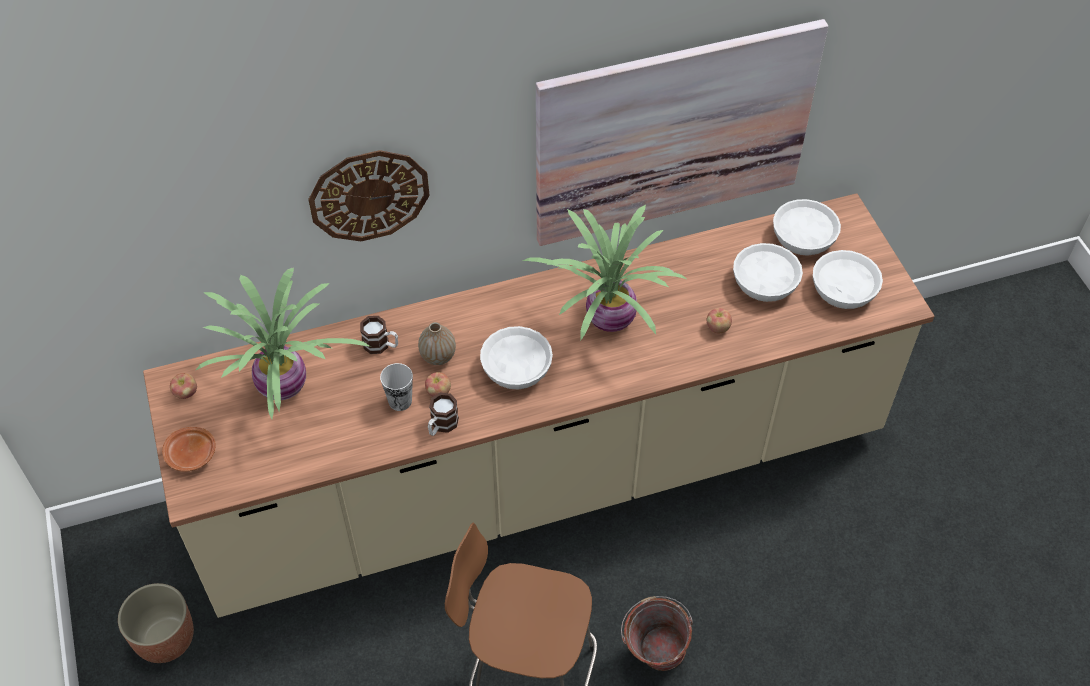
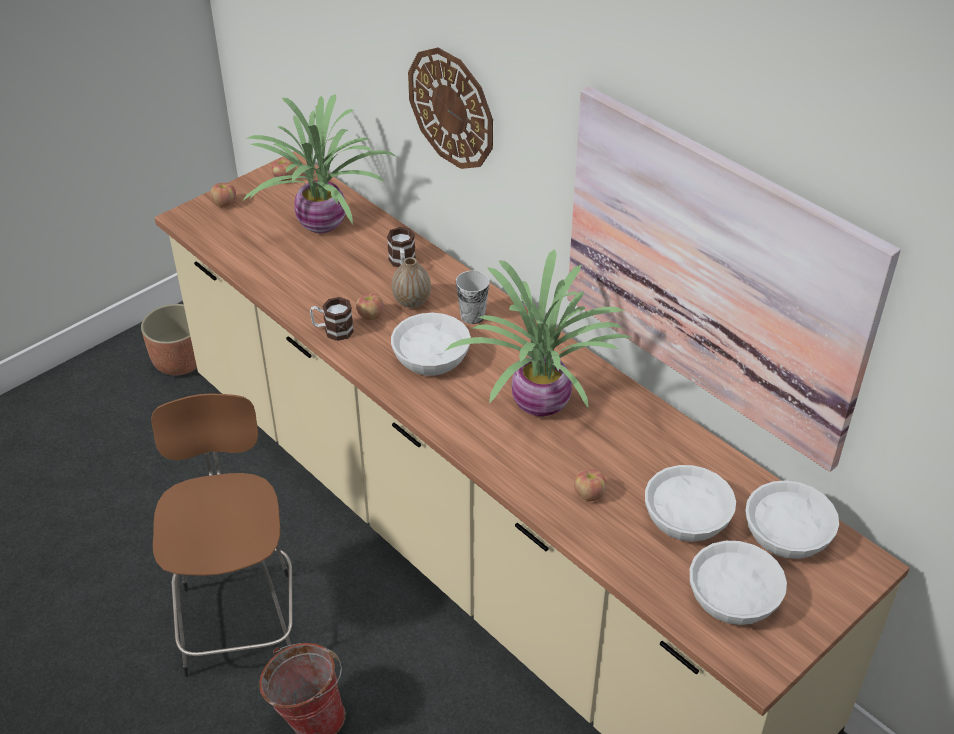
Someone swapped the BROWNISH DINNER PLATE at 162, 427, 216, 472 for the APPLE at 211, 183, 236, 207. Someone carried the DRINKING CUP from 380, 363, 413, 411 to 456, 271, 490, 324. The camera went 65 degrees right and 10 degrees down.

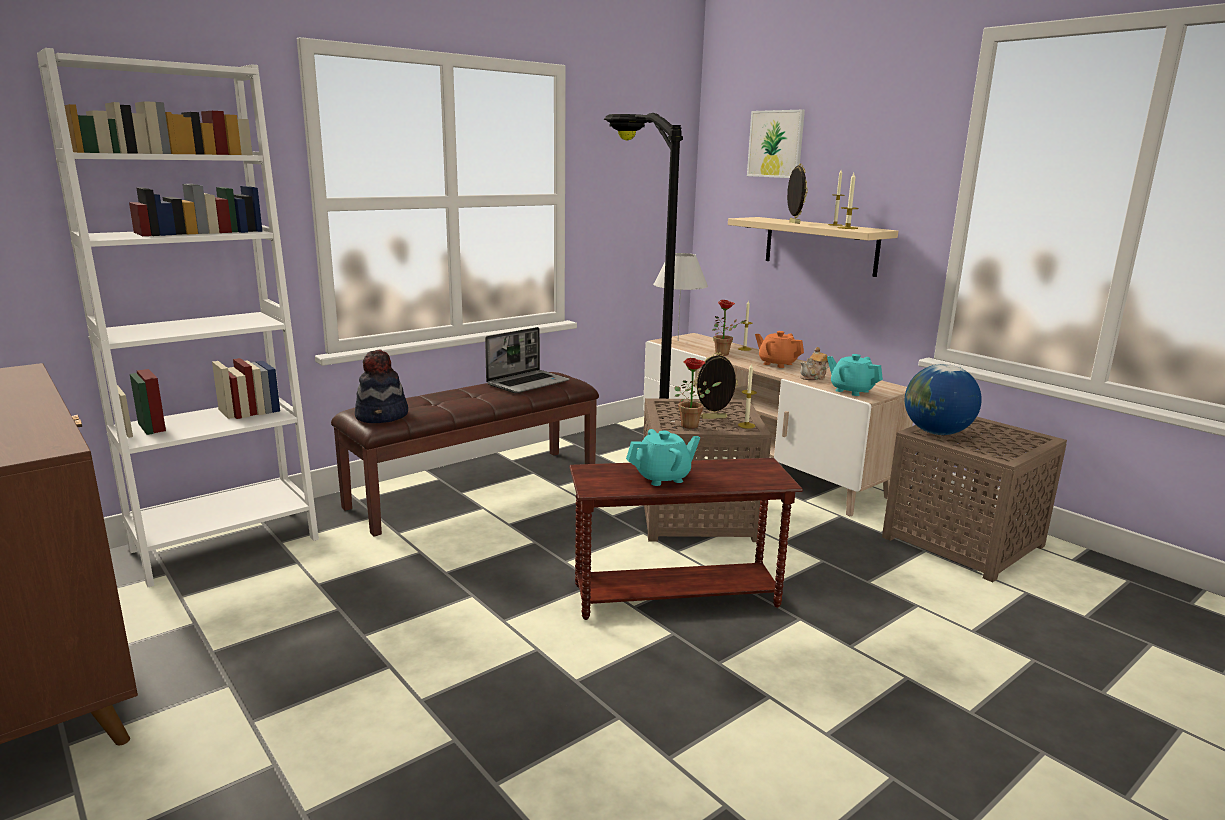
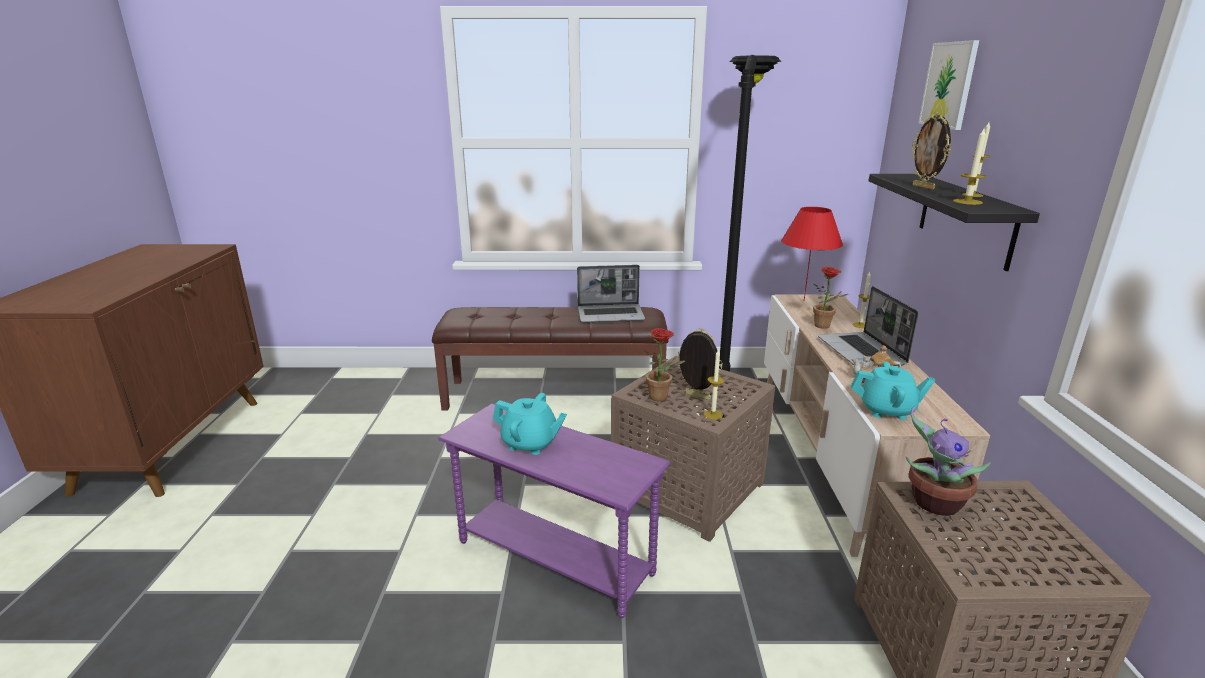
Someone repainted the BROWNISH ACCENT TABLE at 569, 458, 803, 620, which became the PURPLISH ACCENT TABLE at 438, 404, 671, 618. Someone repainted the WHITE TABLE LAMP at 653, 253, 708, 338, which became the RED TABLE LAMP at 781, 207, 843, 301. Someone swapped the ORANGEY TEAPOT at 755, 331, 804, 368 for the PORTABLE COMPUTER at 818, 286, 918, 366. Someone rotated the BLUE-GREEN TEAPOT at 827, 354, 883, 396 by 105 degrees clockwise. Someone repainted the BEIGE BRACKET SHELF at 728, 217, 898, 277, which became the BLACK-COLOURED BRACKET SHELF at 869, 174, 1040, 271. Someone swapped the GLOBE at 905, 364, 982, 435 for the HOUSEPLANT at 906, 407, 991, 516. Someone rotated the PHOTO FRAME at 787, 163, 808, 224 by 135 degrees clockwise. Someone took away the WHITE SHELVING UNIT at 37, 48, 319, 587. Someone took away the HAT at 355, 349, 408, 423. The camera went 40 degrees right and 5 degrees up.

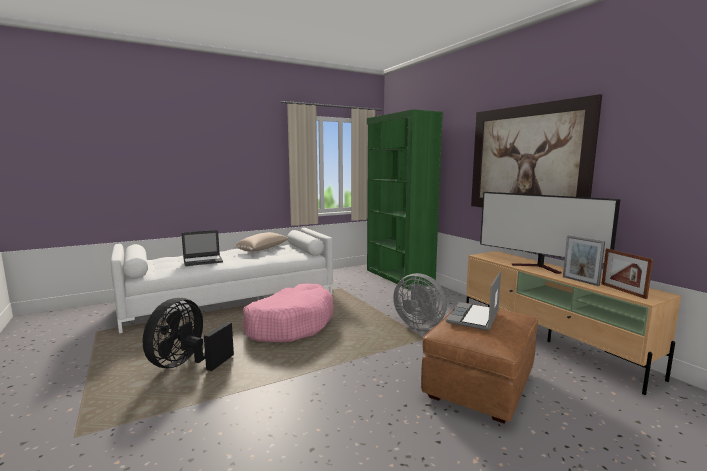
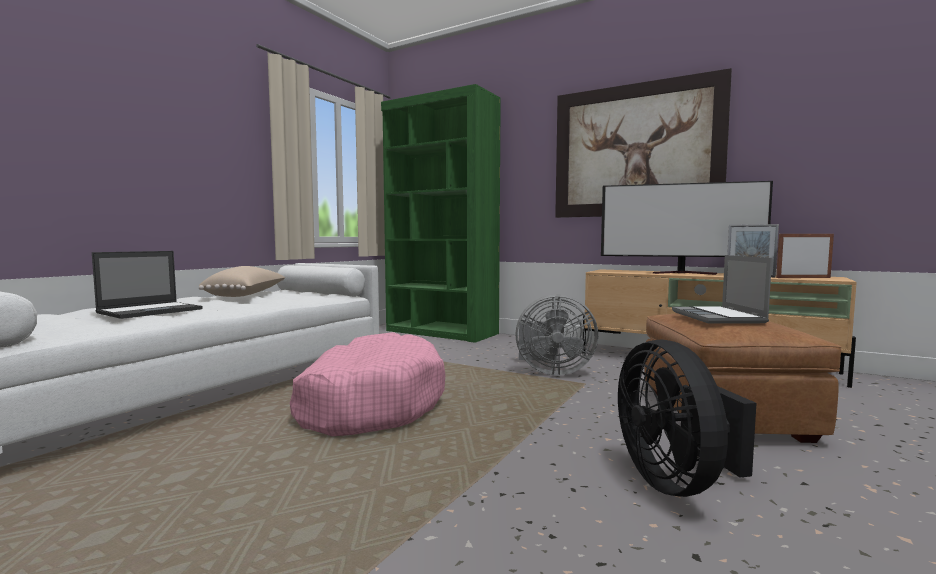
Someone carried the BLACK-COLOURED COOLING FAN from 143, 298, 234, 371 to 618, 340, 756, 497. Someone rotated the PHOTO FRAME at 602, 249, 653, 299 by 135 degrees clockwise. The camera went 30 degrees left and 5 degrees down.

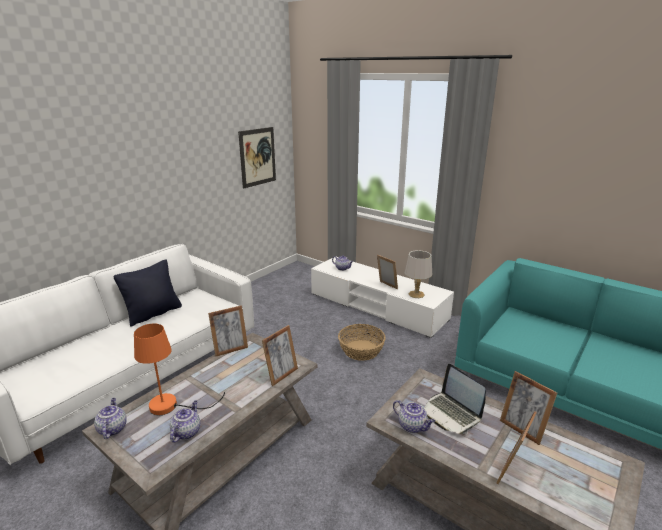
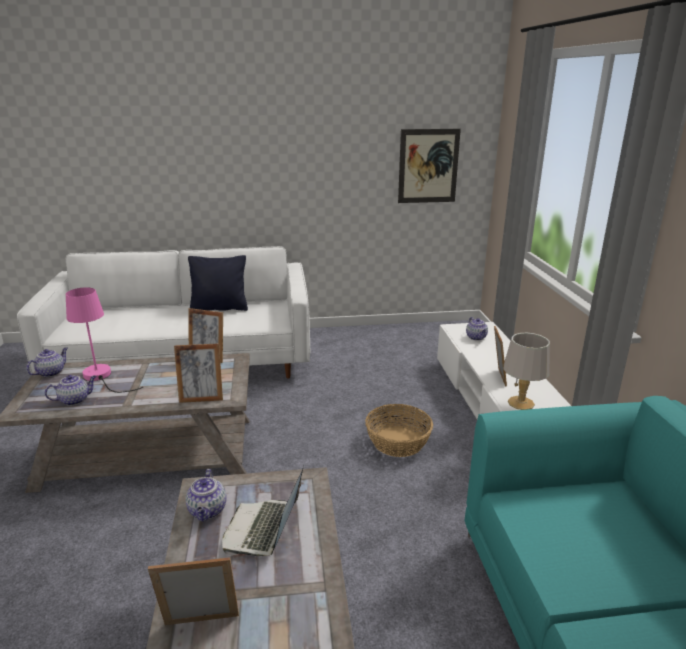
Someone repainted the ORANGEY TABLE LAMP at 134, 324, 225, 415, which became the PINKISH TABLE LAMP at 66, 287, 143, 393. Someone took away the PHOTO FRAME at 500, 371, 557, 445. The camera went 45 degrees right and 0 degrees up.

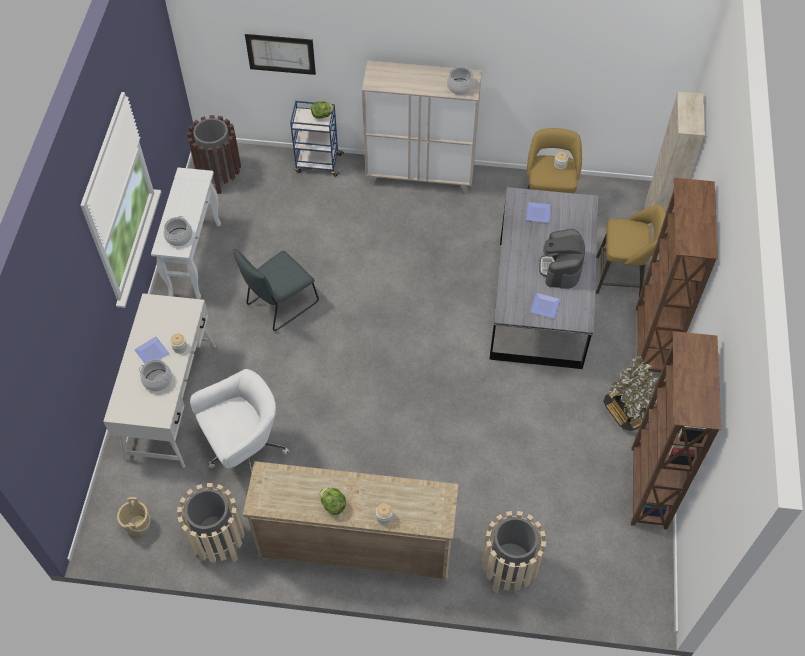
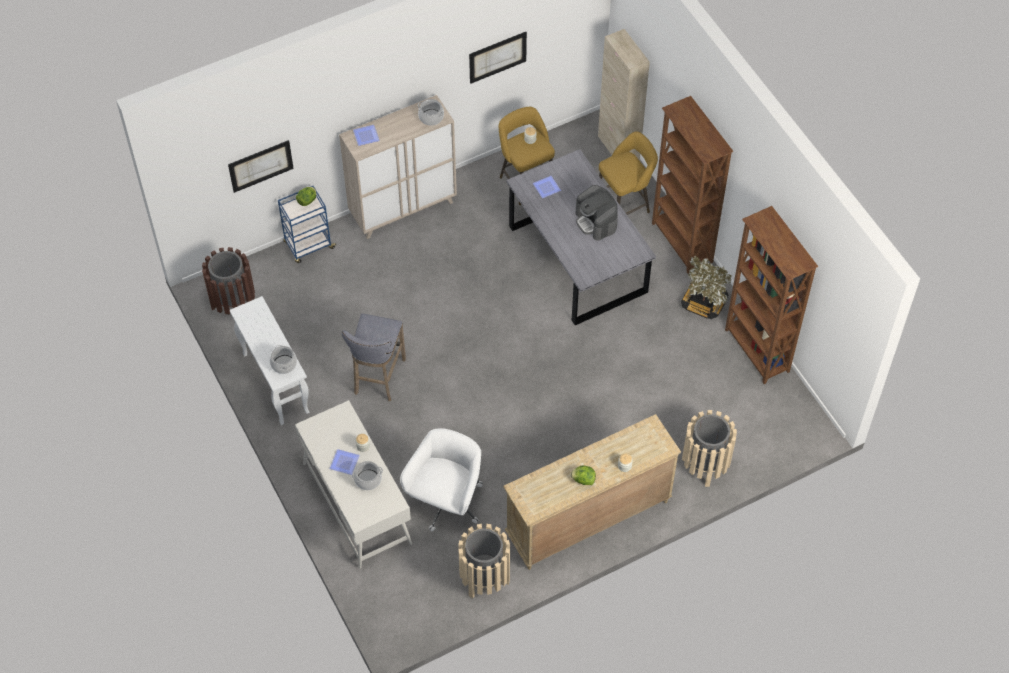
Someone swapped the GRAY UPRIGHT CHAIR at 233, 249, 319, 331 for the GRAY STOOL SEAT at 342, 313, 406, 401. Someone carried the DINNER PLATE from 530, 293, 560, 318 to 353, 125, 380, 146. Someone put up the PICTURE at 469, 32, 527, 84. Someone took away the BEIGE PAIL at 117, 497, 151, 537. The camera went 35 degrees left and 0 degrees up.

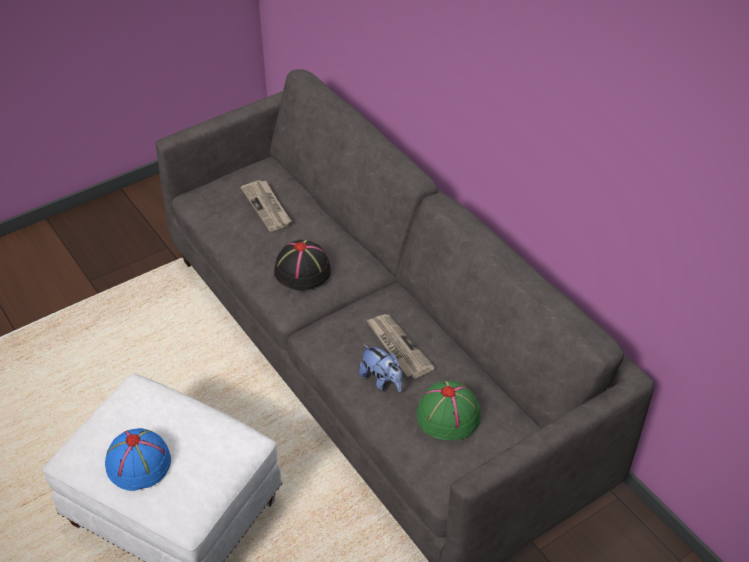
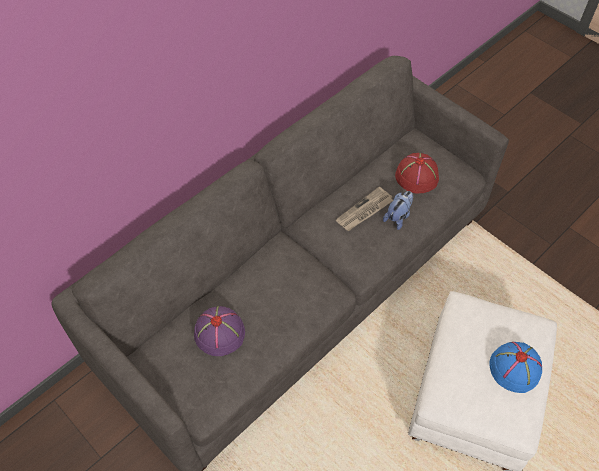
Someone swapped the NEWSPAPER at 241, 180, 291, 232 for the PURPLISH HAT at 194, 306, 245, 356. Someone repainted the GREENISH HAT at 417, 381, 481, 440, which became the RED HAT at 395, 153, 439, 194. Someone took away the BLACK-COLOURED HAT at 274, 240, 331, 290. The camera went 100 degrees left and 10 degrees up.

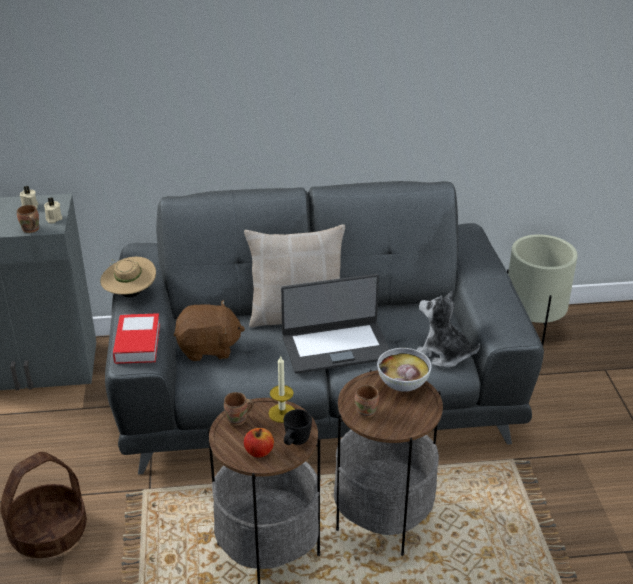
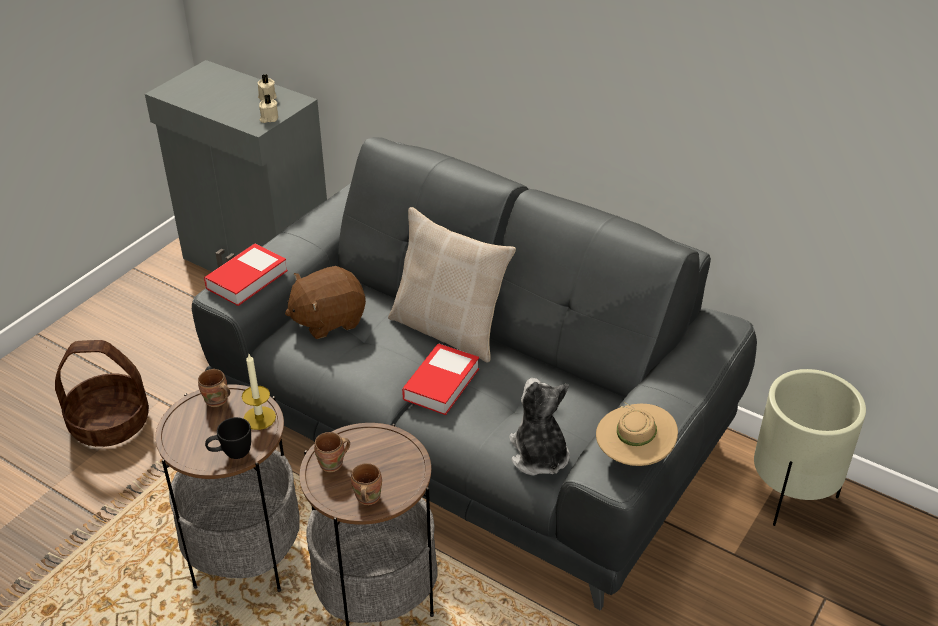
Someone rotated the BROWNISH PLUSH TOY at 174, 300, 245, 361 by 120 degrees clockwise. Someone carried the BROWNISH COFFEE MUG from 17, 205, 39, 233 to 351, 463, 382, 505. Someone swapped the PORTABLE COMPUTER at 281, 274, 390, 374 for the BOOK at 402, 344, 479, 415. Someone carried the BEIGE HAT from 100, 257, 156, 297 to 596, 402, 678, 466. Someone took away the APPLE at 244, 428, 274, 458. Someone took away the BOWL at 377, 348, 431, 392. The camera went 40 degrees right and 5 degrees up.

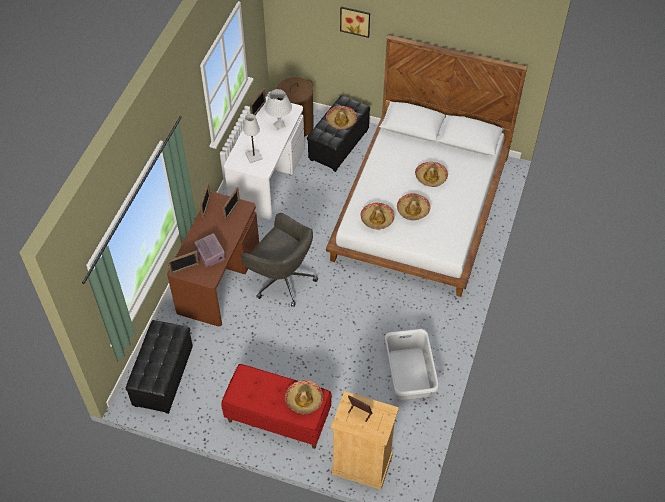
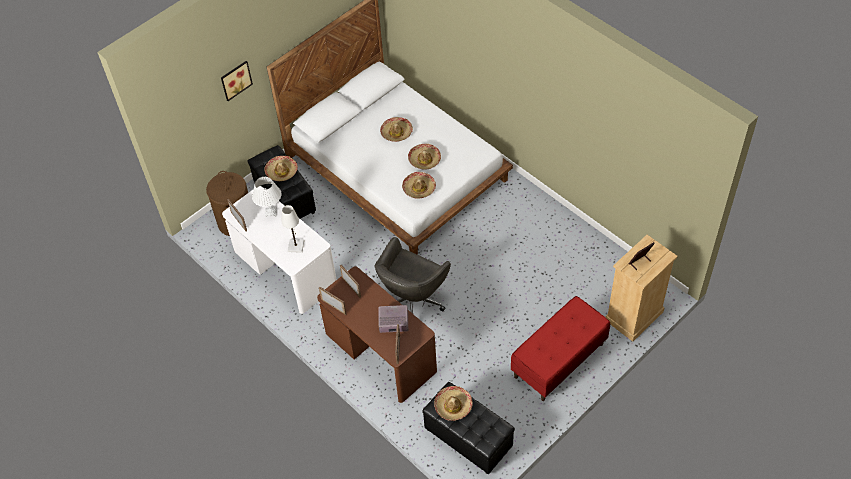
Someone rotated the GRAY DESK CHAIR at 241, 213, 318, 307 by 150 degrees clockwise. Someone carried the HAT from 285, 380, 323, 414 to 434, 386, 473, 421. Someone took away the GRAY LAUNDRY BASKET at 384, 329, 439, 400. The camera went 60 degrees left and 0 degrees up.

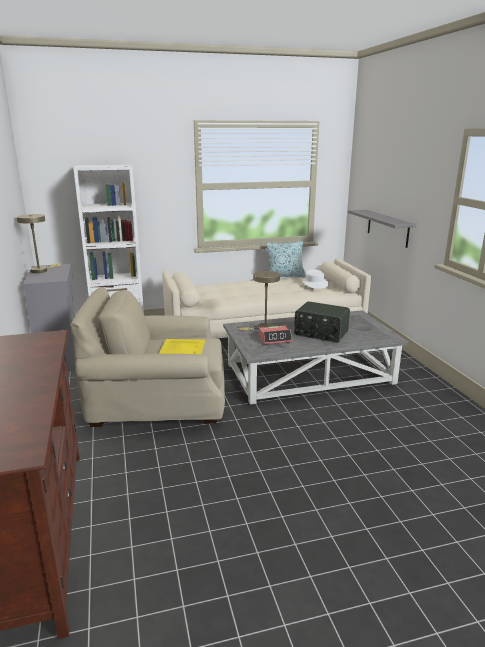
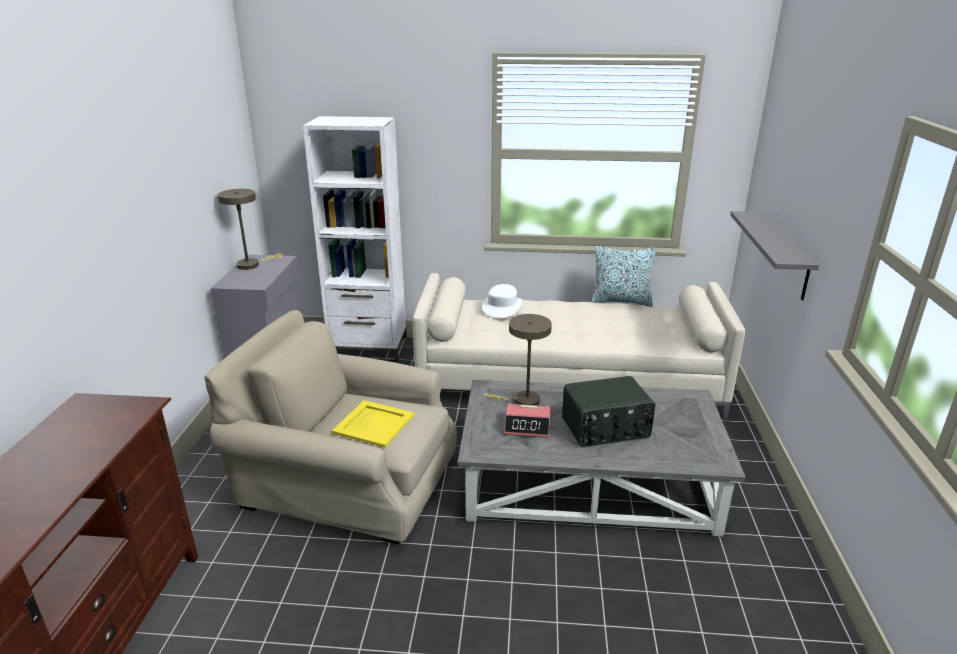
Someone carried the WHITE HAT from 302, 269, 329, 289 to 482, 284, 523, 318. Someone rotated the RADIO SET at 294, 301, 350, 343 by 60 degrees counterclockwise. The camera went 20 degrees right and 5 degrees up.

